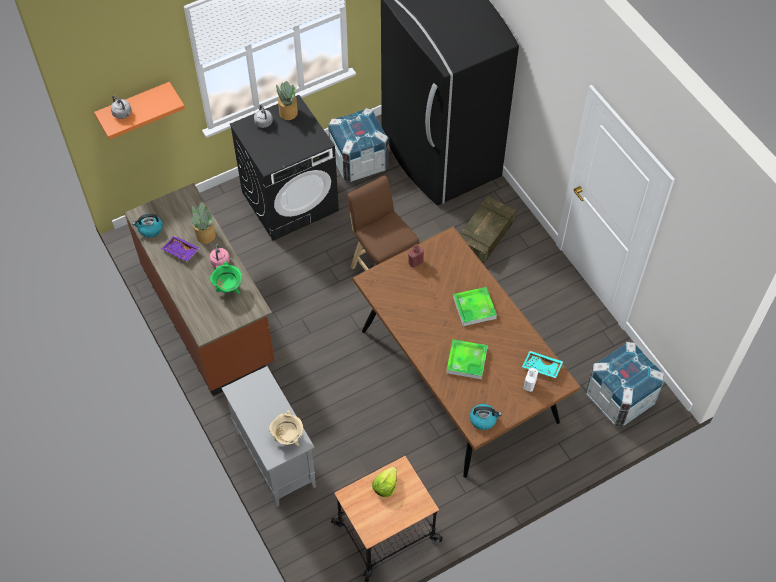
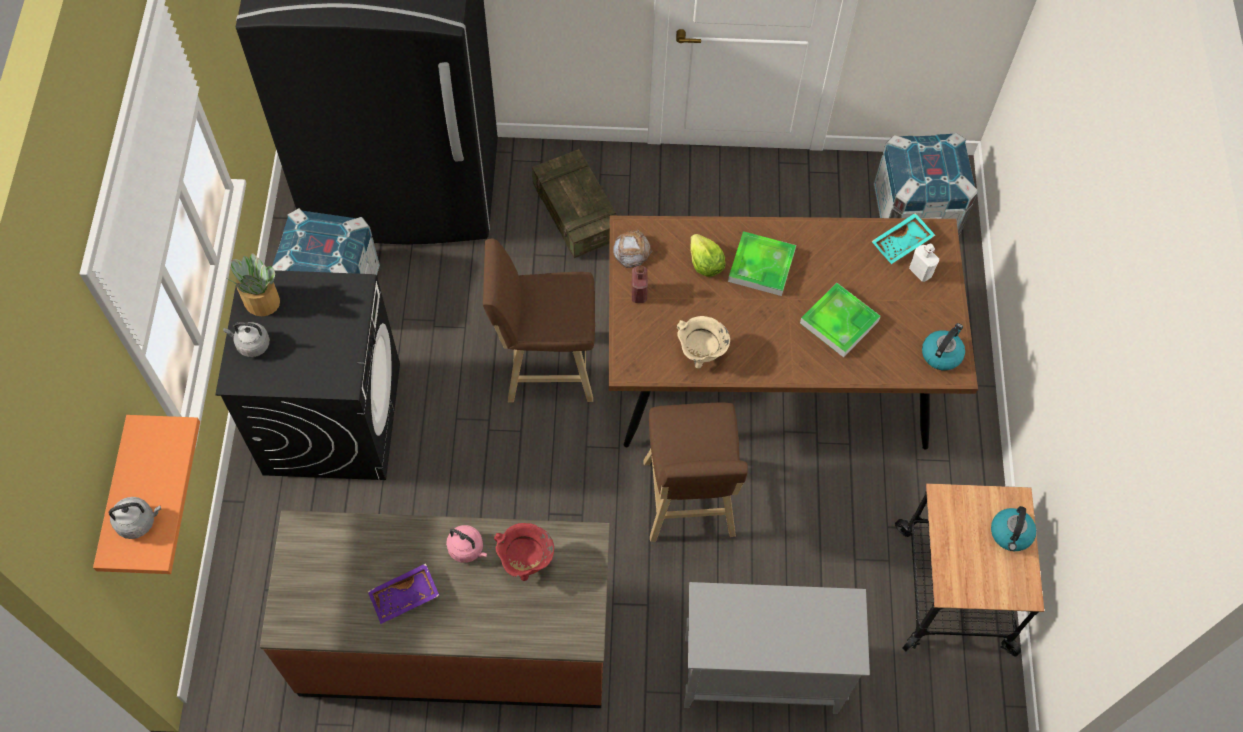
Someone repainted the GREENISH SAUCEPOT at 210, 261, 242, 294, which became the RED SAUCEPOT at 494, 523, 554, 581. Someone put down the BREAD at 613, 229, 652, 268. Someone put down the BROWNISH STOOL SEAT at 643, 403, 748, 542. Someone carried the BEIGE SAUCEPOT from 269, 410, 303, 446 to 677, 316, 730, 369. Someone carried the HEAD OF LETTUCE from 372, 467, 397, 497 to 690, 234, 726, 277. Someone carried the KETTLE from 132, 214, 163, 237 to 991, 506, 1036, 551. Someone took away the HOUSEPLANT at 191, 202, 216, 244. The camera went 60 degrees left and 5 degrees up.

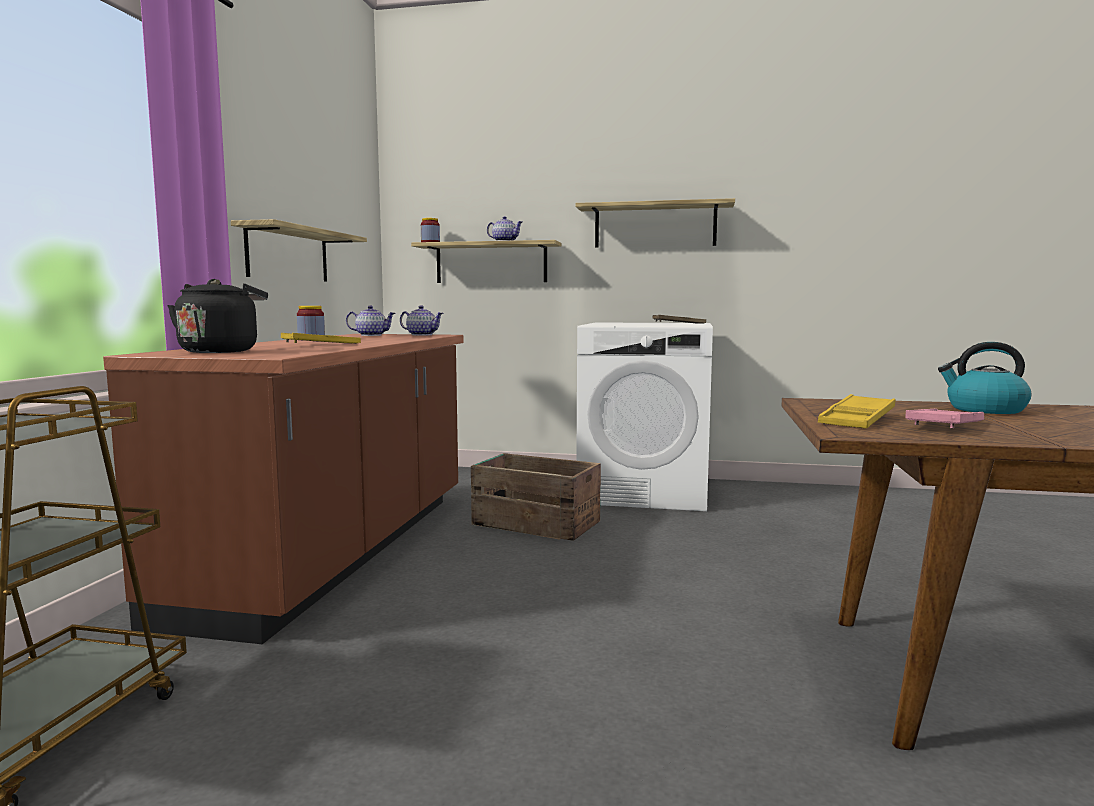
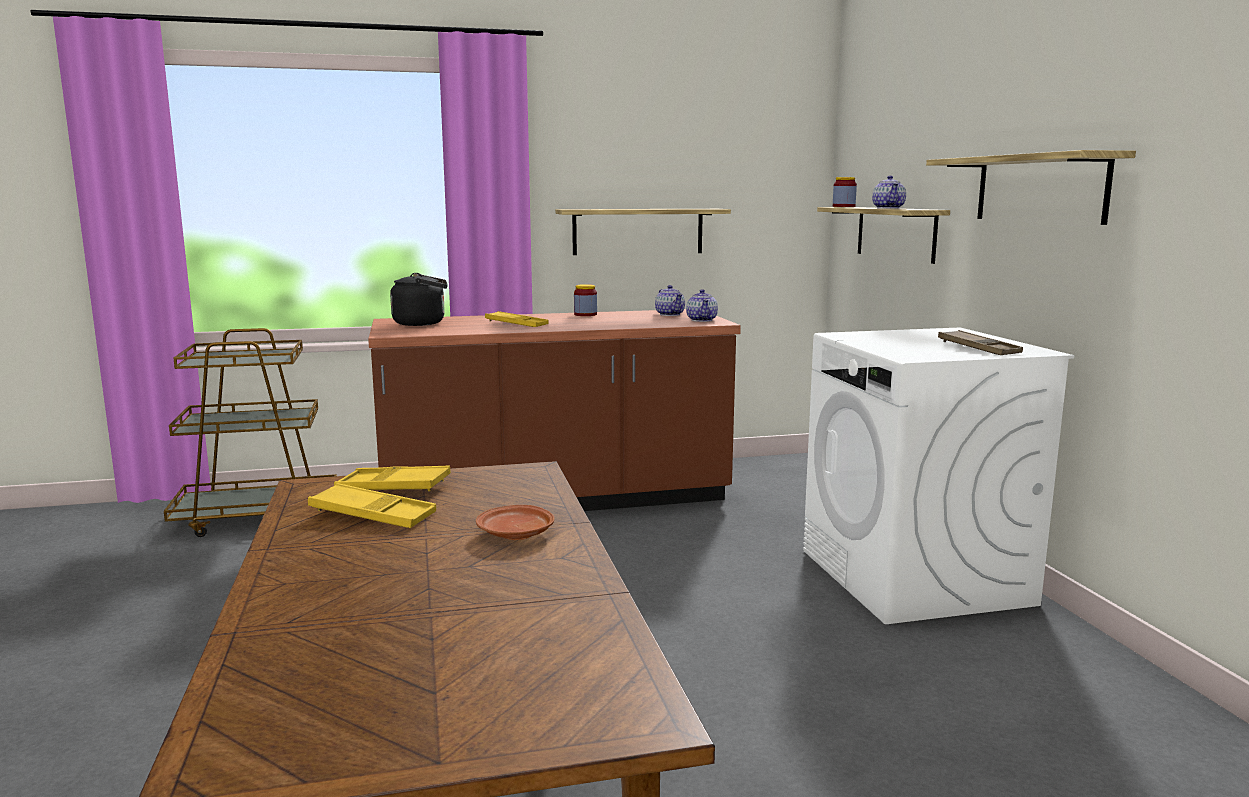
Someone repainted the PINKISH TRAY at 905, 409, 984, 428, which became the YELLOWISH TRAY at 308, 483, 436, 528. Someone swapped the KETTLE at 938, 342, 1031, 414 for the BROWNISH DINNER PLATE at 476, 505, 555, 540. Someone took away the PACKING CRATE at 471, 453, 601, 541. The camera went 65 degrees right and 5 degrees up.

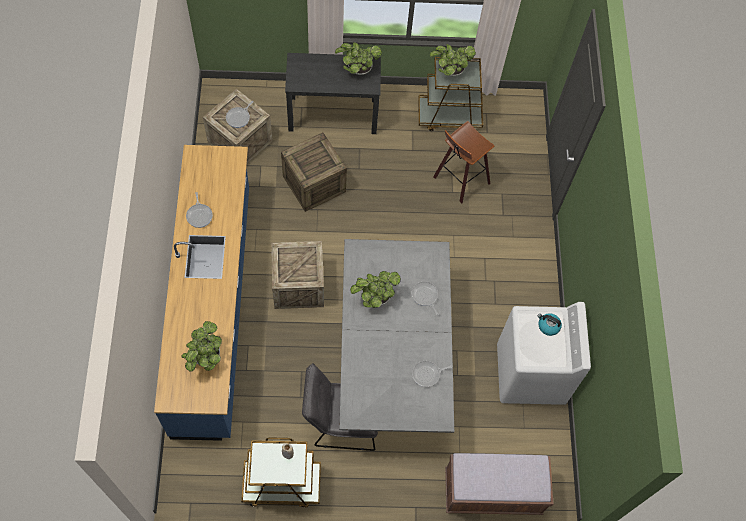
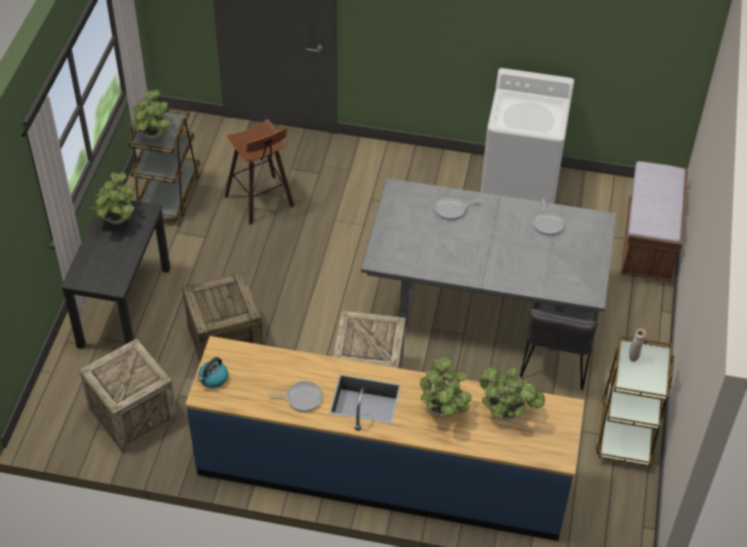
Someone carried the KETTLE from 538, 313, 562, 336 to 198, 357, 228, 388. Someone carried the HOUSEPLANT from 350, 271, 401, 308 to 420, 357, 472, 416. Someone took away the PAN at 226, 101, 254, 128. The camera went 75 degrees left and 15 degrees down.

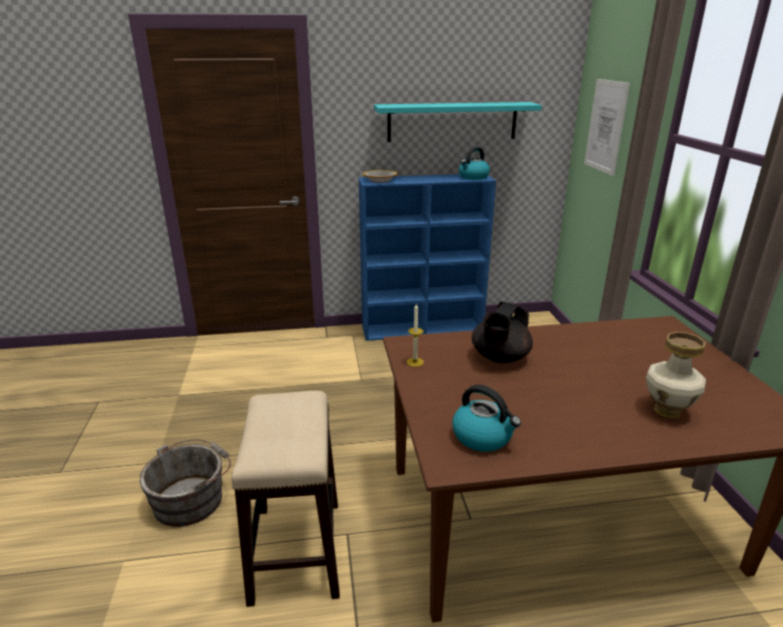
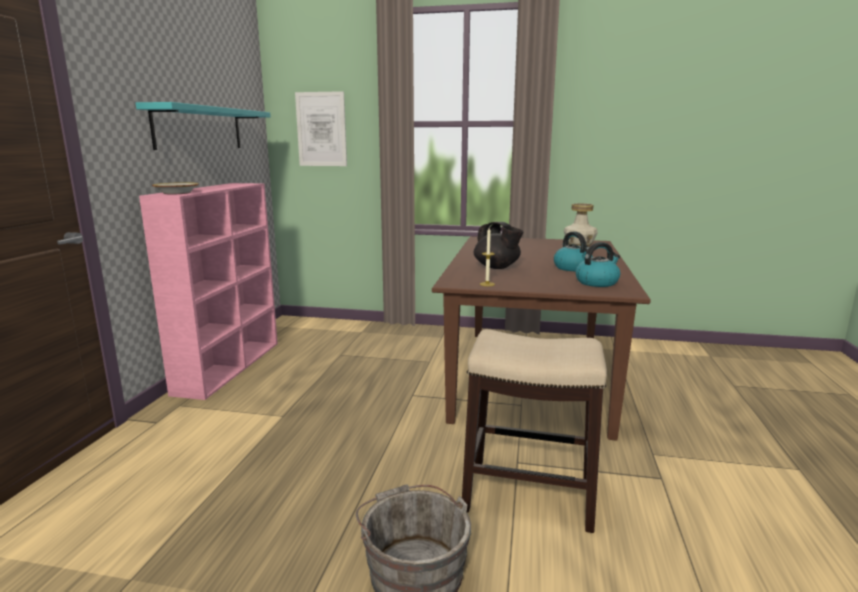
Someone repainted the BLUE SHELVING UNIT at 359, 174, 496, 341, which became the PINKISH SHELVING UNIT at 139, 183, 278, 400. Someone carried the KETTLE from 459, 147, 490, 180 to 554, 231, 593, 271. The camera went 70 degrees left and 10 degrees down.

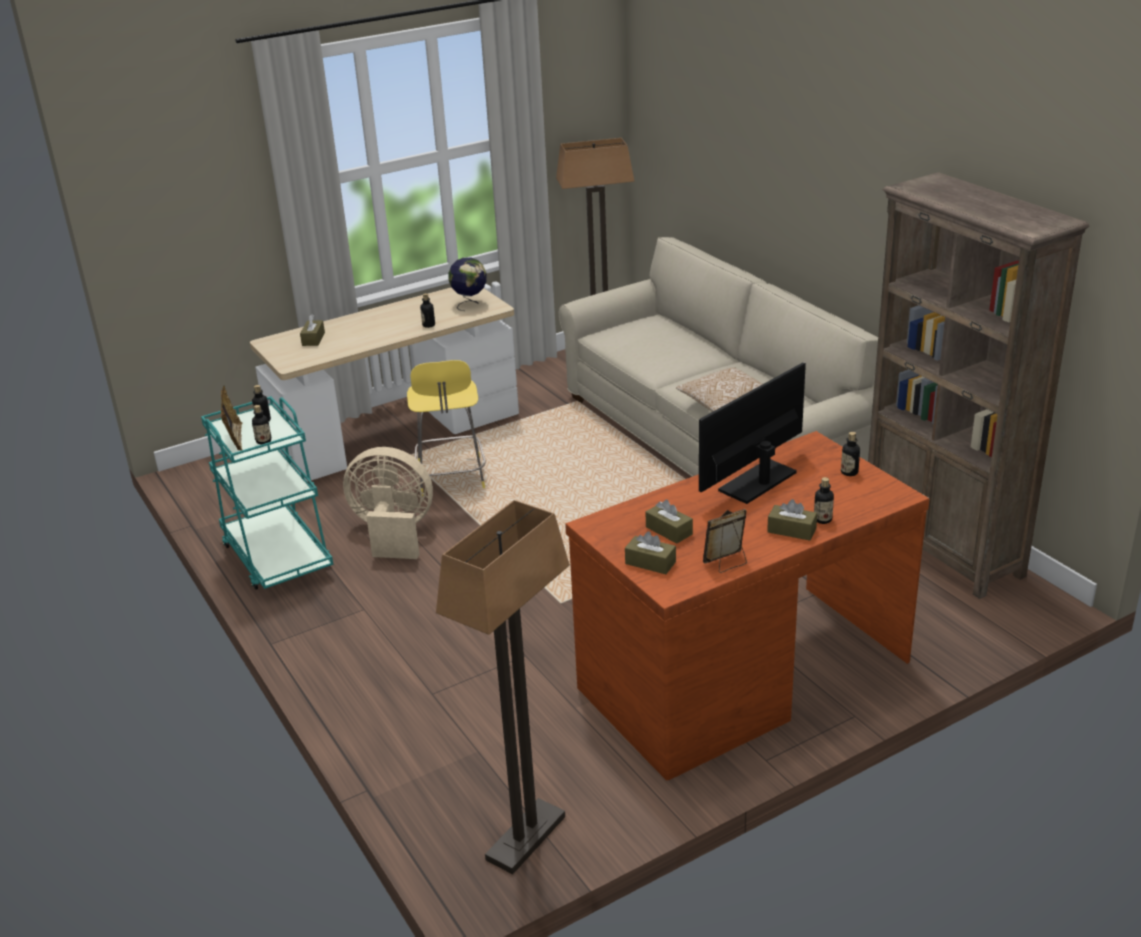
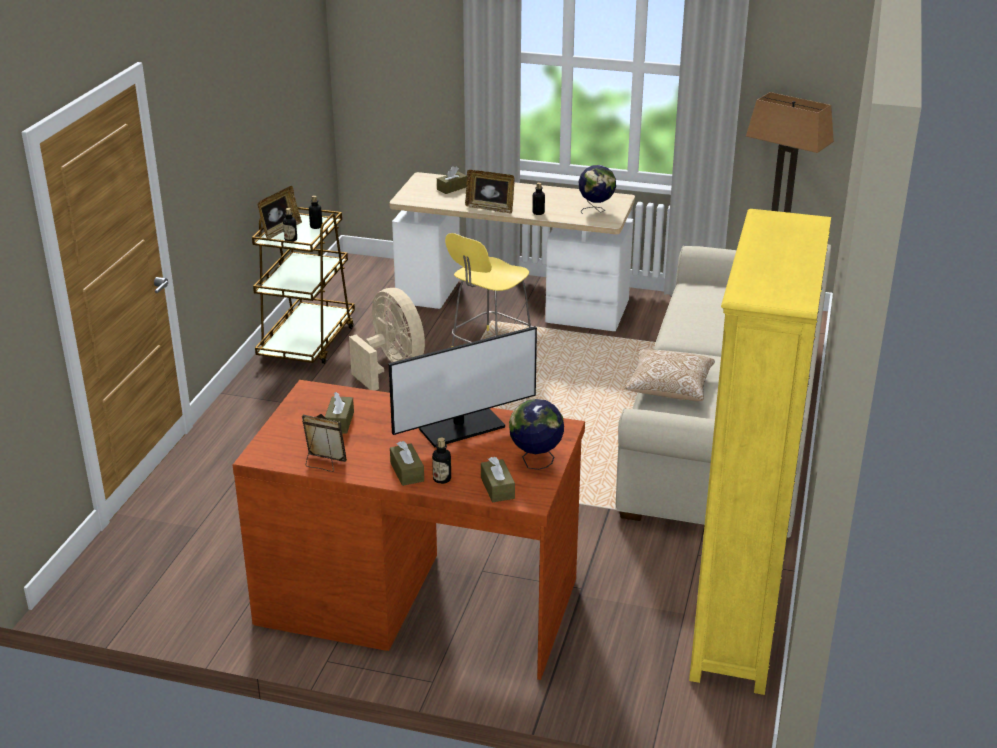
Someone repainted the BLUE-GREEN CART at 201, 396, 334, 590, which became the BROWNISH CART at 252, 207, 355, 364. Someone rotated the COMPUTER DISPLAY at 699, 362, 806, 504 by 150 degrees clockwise. Someone put down the PHOTO FRAME at 465, 170, 515, 213. Someone carried the BROWNISH TISSUE HOLDER from 625, 532, 676, 574 to 481, 457, 515, 502. Someone swapped the BOTTLE at 841, 432, 860, 476 for the GLOBE at 509, 399, 564, 470. Someone repainted the BROWNISH SHELVING UNIT at 868, 172, 1089, 599, which became the YELLOWISH SHELVING UNIT at 689, 209, 831, 695. Someone took away the FLOOR LAMP at 436, 500, 570, 874. The camera went 45 degrees right and 0 degrees up.

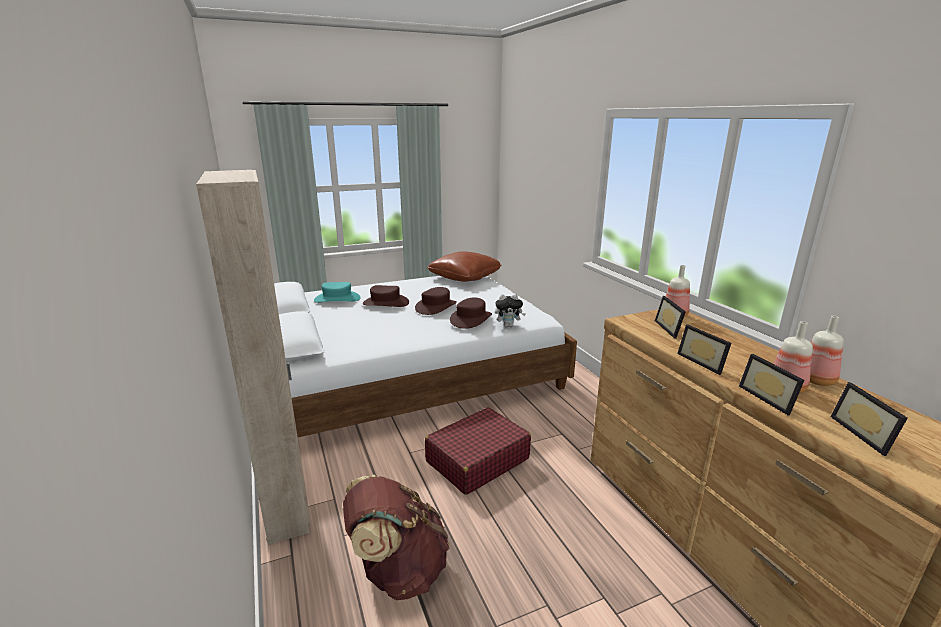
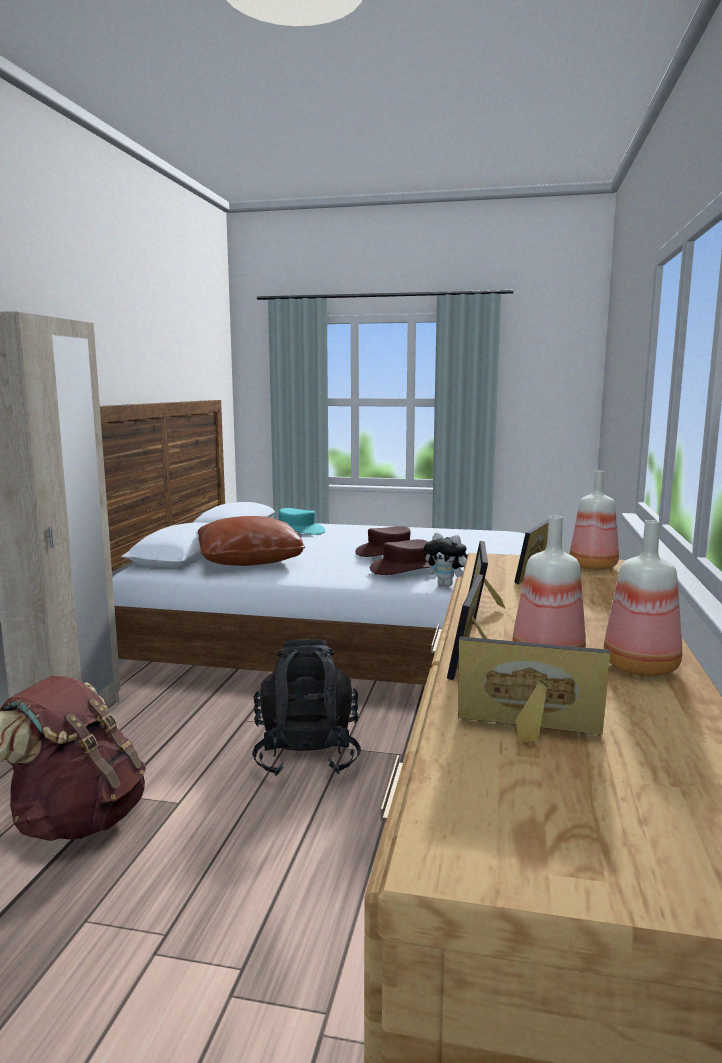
Someone carried the BROWNISH PILLOW from 427, 251, 501, 282 to 198, 516, 305, 566. Someone swapped the RED PIECE OF LUGGAGE at 425, 407, 531, 495 for the BLACK-COLOURED RUCKSACK at 252, 639, 361, 776. Someone rotated the PHOTO FRAME at 831, 382, 908, 456 by 75 degrees clockwise. Someone took away the BROWNISH HAT at 363, 285, 409, 307. The camera went 35 degrees right and 10 degrees down.

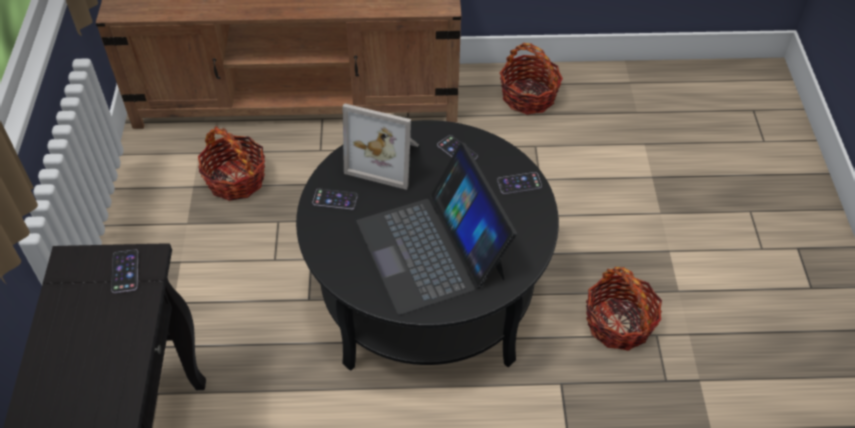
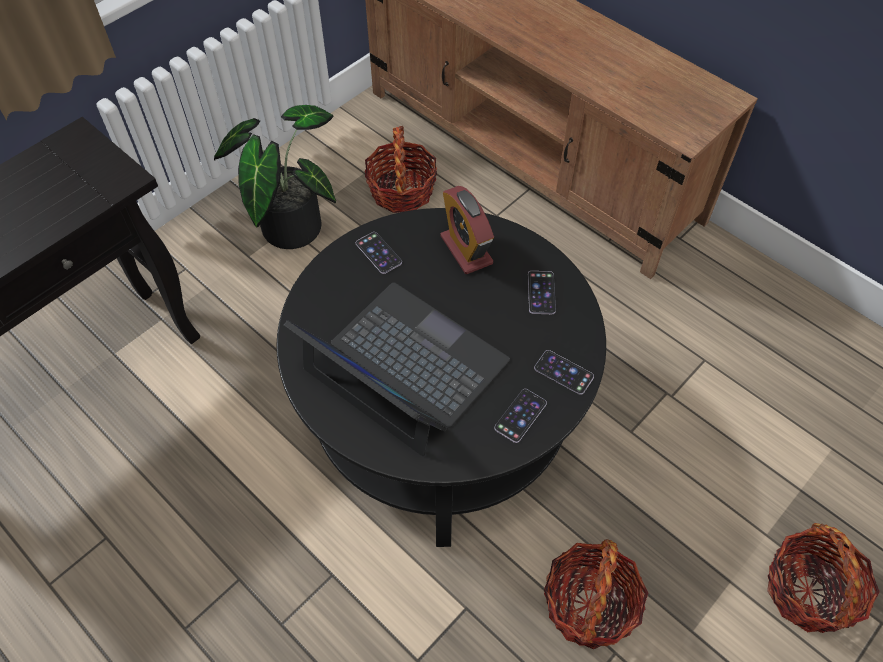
Someone put down the HOUSEPLANT at 214, 105, 336, 249. Someone rotated the PORTABLE COMPUTER at 357, 143, 517, 315 by 105 degrees clockwise. Someone swapped the PHOTO FRAME at 343, 103, 419, 190 for the BEDSIDE CLOCK at 441, 186, 494, 274. Someone carried the HANDSET from 111, 249, 139, 293 to 494, 389, 547, 443. Someone carried the STORAGE BASKET from 500, 43, 563, 115 to 767, 523, 880, 633. The camera went 45 degrees right and 5 degrees up.

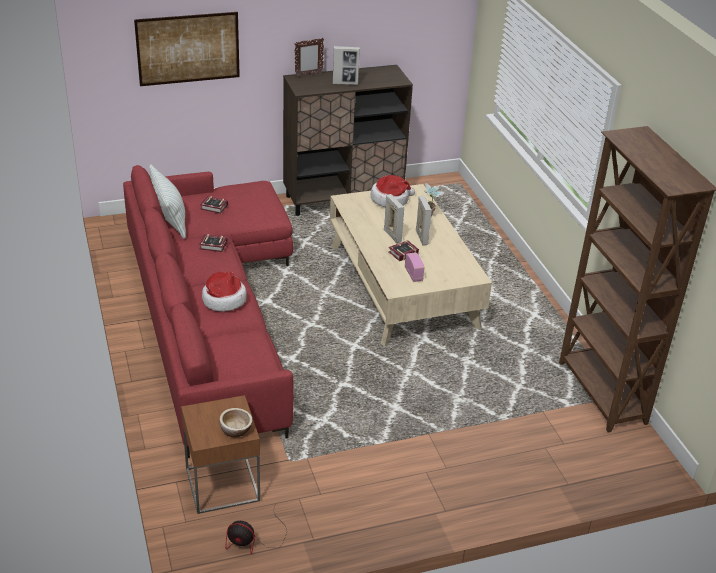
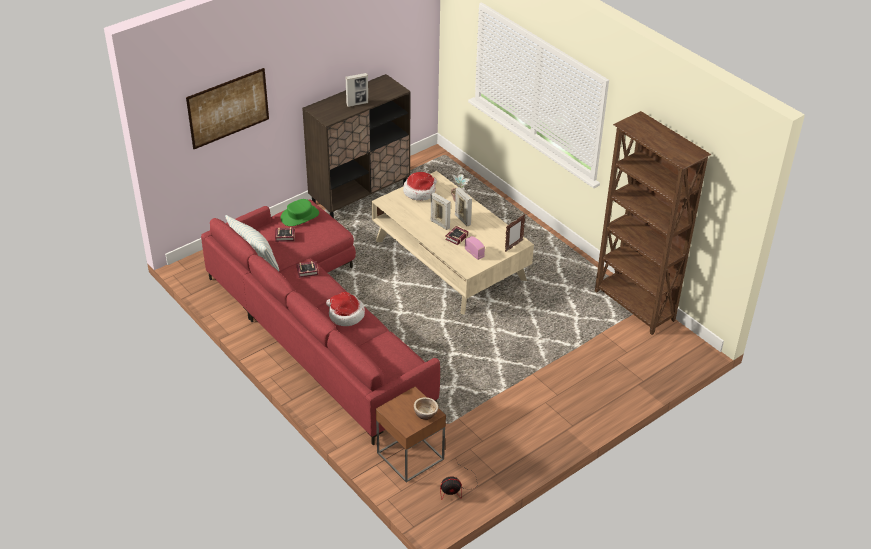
Someone put down the GREENISH HAT at 281, 199, 319, 226. Someone carried the PHOTO FRAME from 295, 38, 324, 77 to 505, 214, 525, 252. The camera went 20 degrees left and 5 degrees up.

